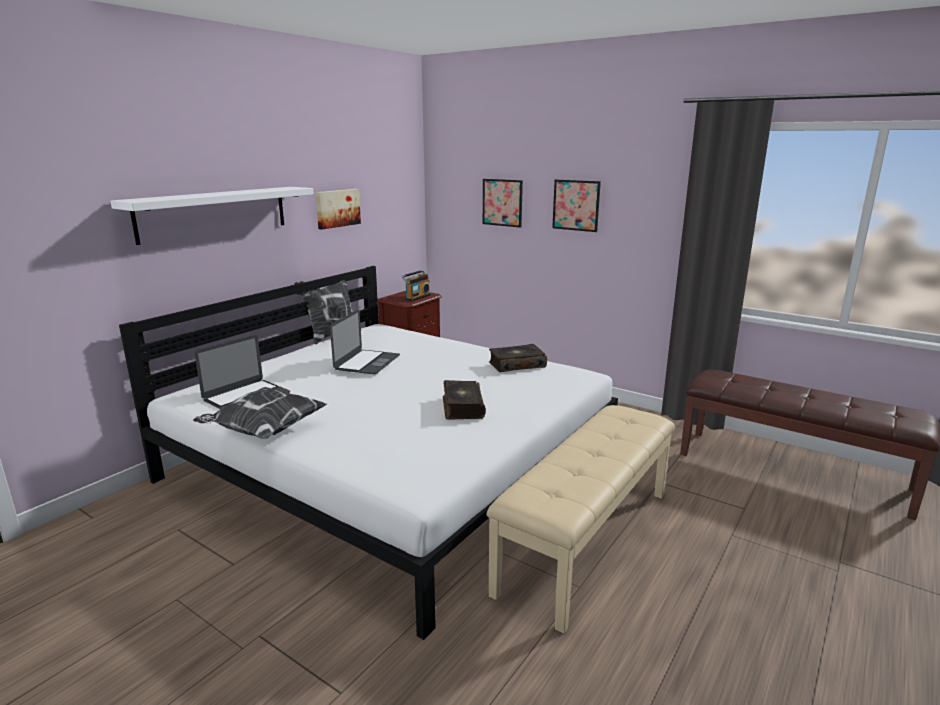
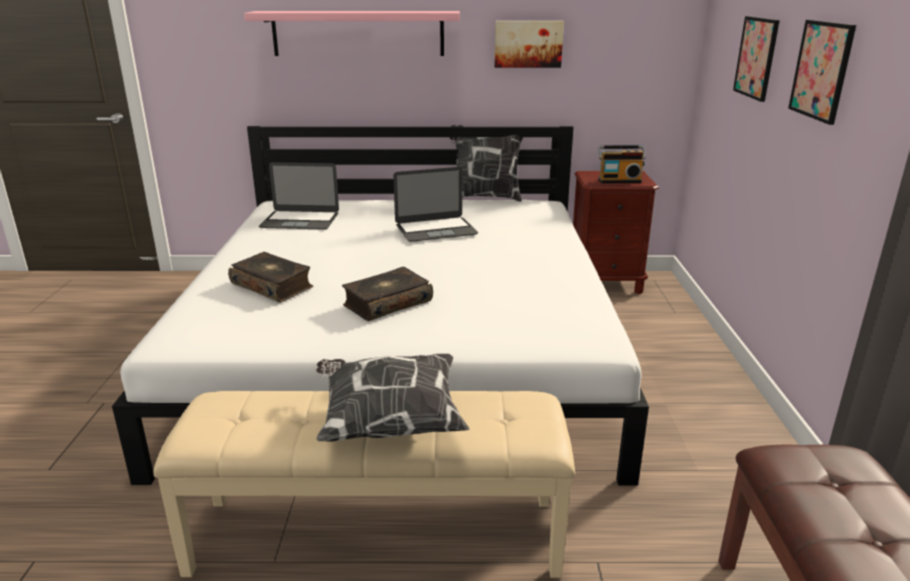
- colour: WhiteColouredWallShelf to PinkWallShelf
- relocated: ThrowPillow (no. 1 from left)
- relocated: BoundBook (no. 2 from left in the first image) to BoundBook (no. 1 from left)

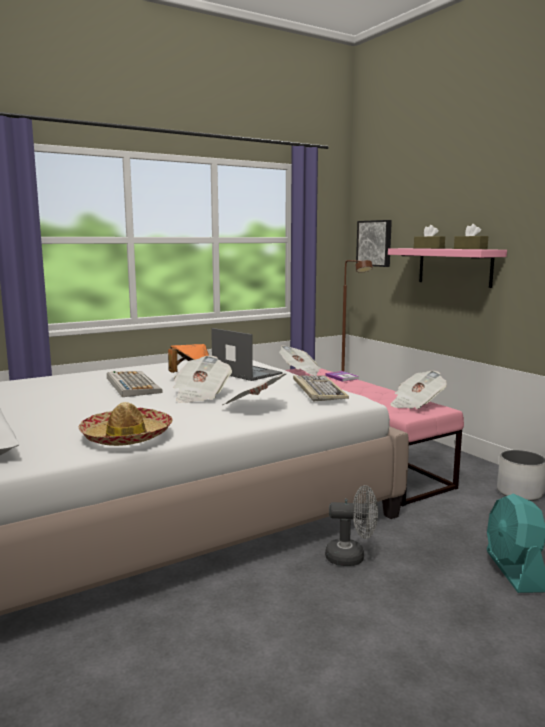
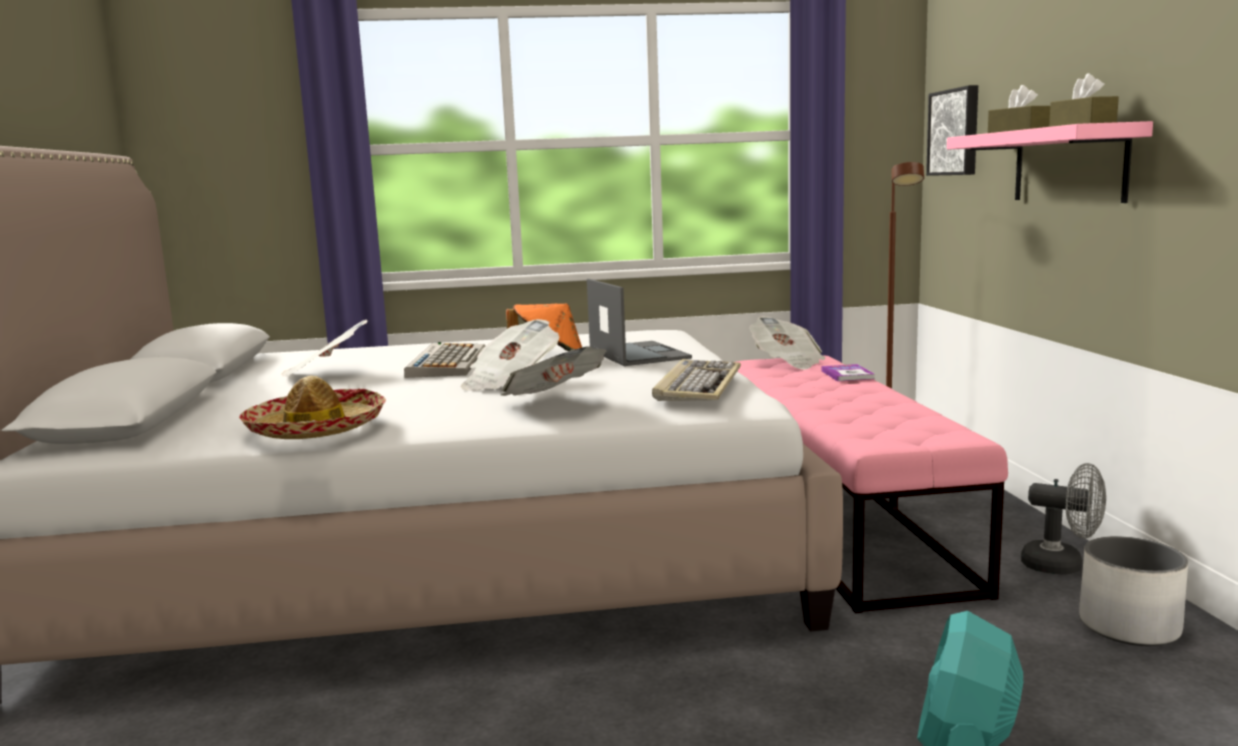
- relocated: GrayCoolingFan
- relocated: Newspaper (no. 4 from left in the first image) to Newspaper (no. 1 from left)

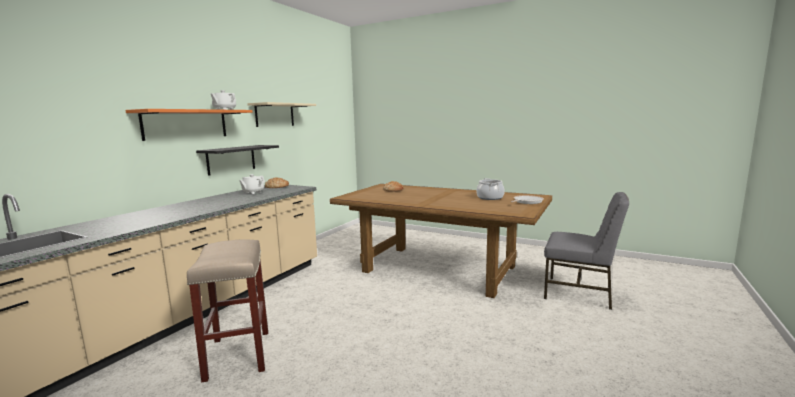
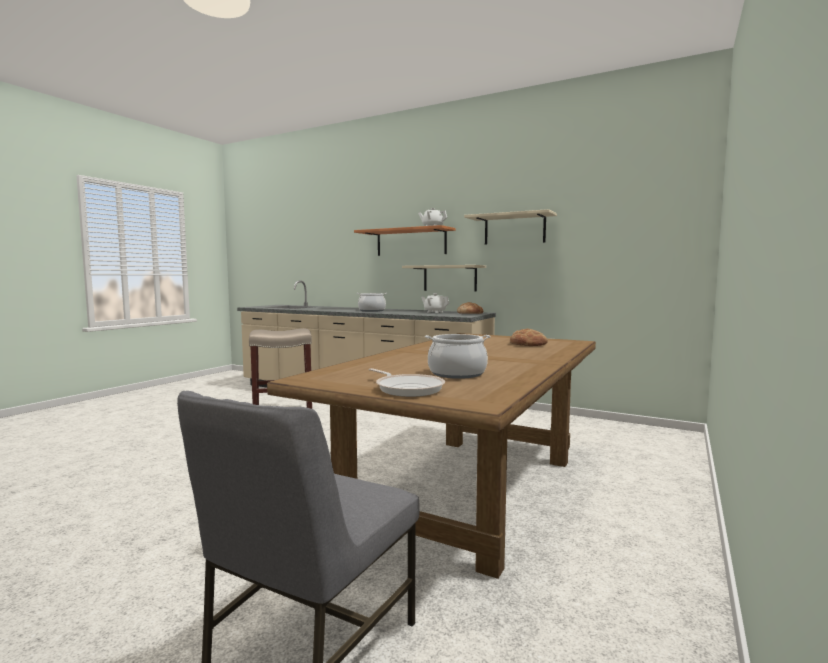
- colour: BlackishWallShelf to BeigeWallShelf (no. 1 from left)
- appeared: Saucepot (no. 1 from left)

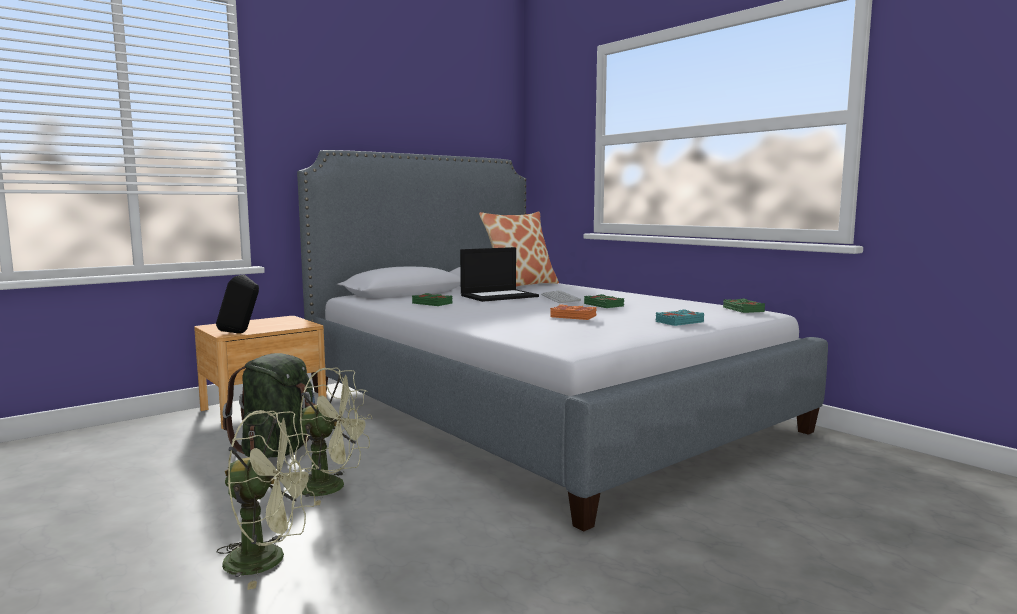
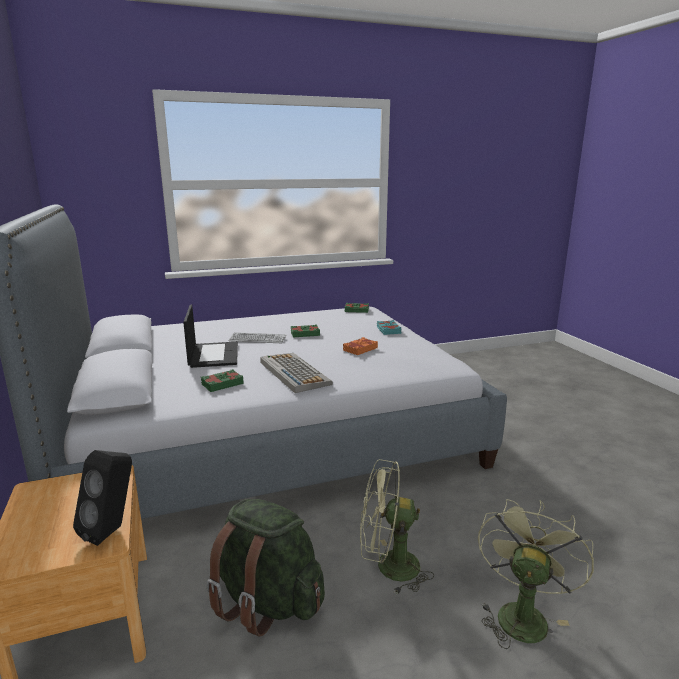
- spun: GreenCoolingFan (no. 2 from left in the first image) 120 degrees counterclockwise
- missing: ThrowPillow
- appeared: Keyboard (no. 2 from left)

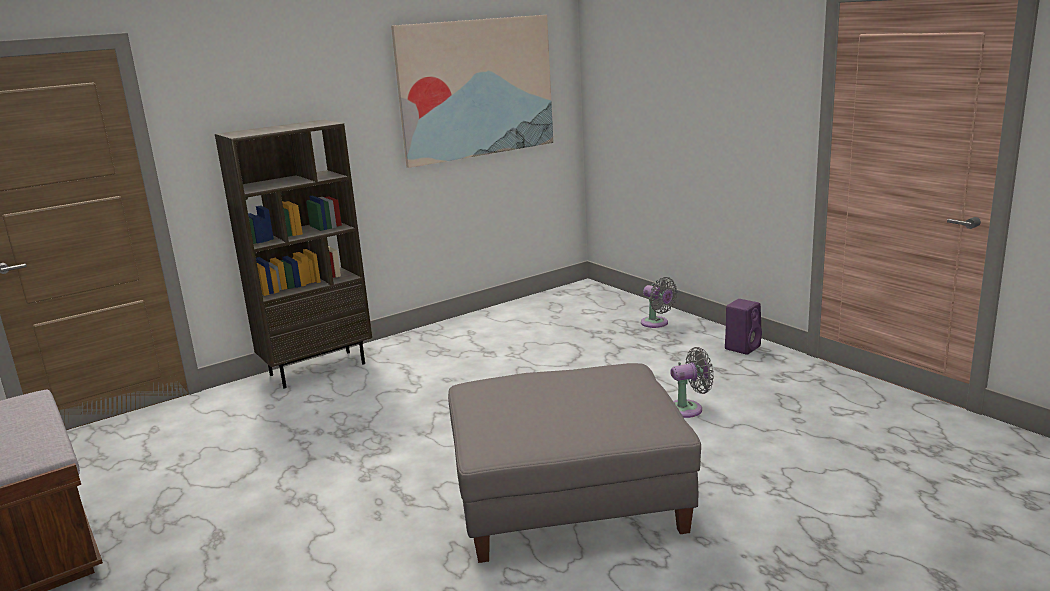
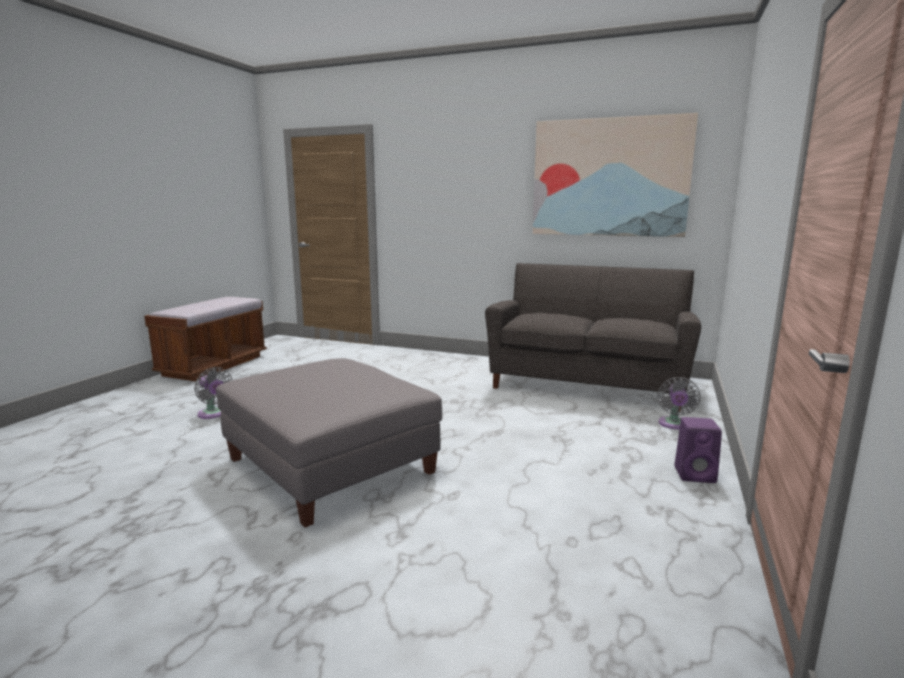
- missing: BrownishShelvingUnit
- relocated: GrayCoolingFan (no. 2 from left in the first image) to GrayCoolingFan (no. 1 from left)
- appeared: GraySettee

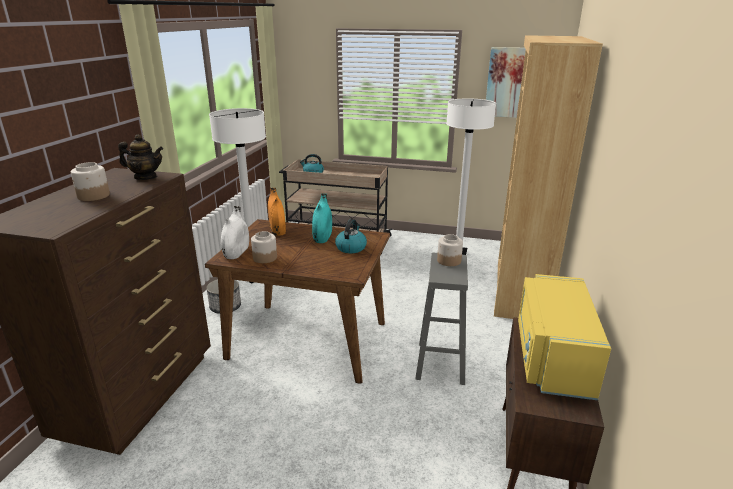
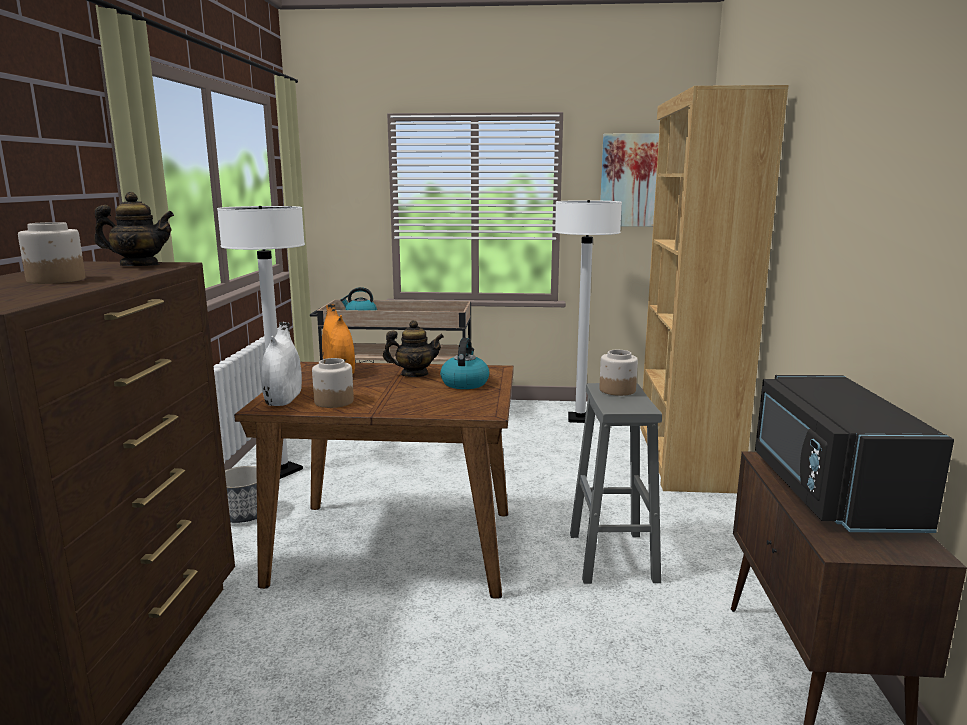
- exchanged: TurquoiseColouredFlowerVase to Teapot (no. 2 from left)
- colour: YellowishMicrowaveOven to BlackishMicrowaveOven

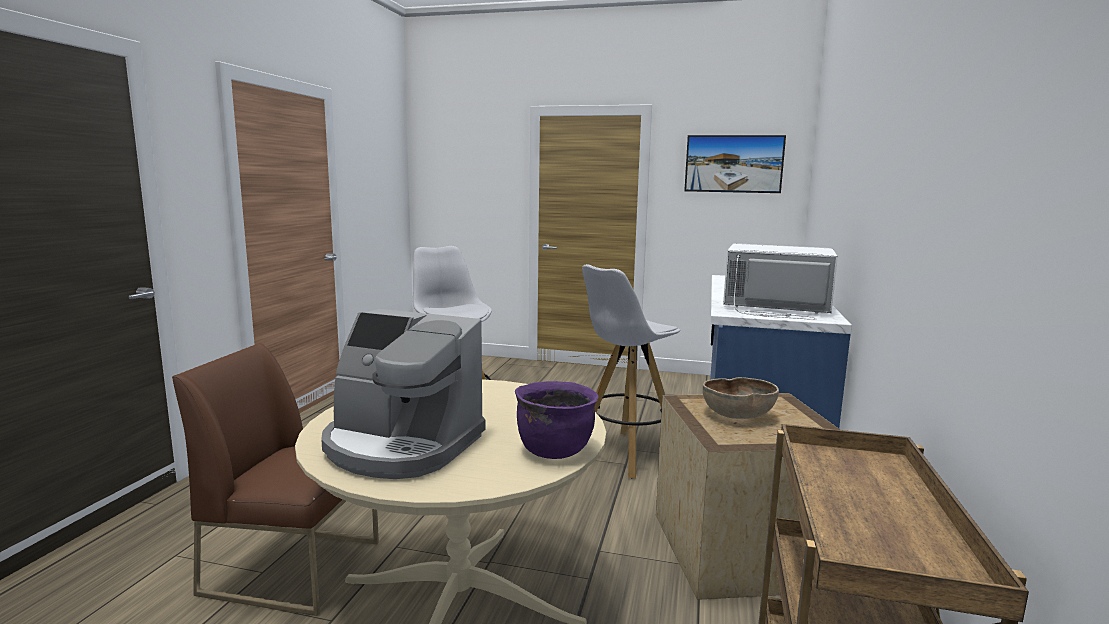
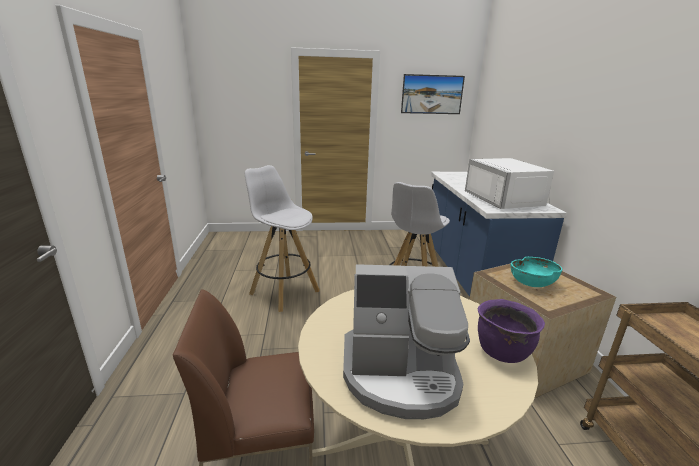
- colour: BrownishDeepDish to TurquoiseColouredDeepDish
- spun: WhiteColouredMicrowaveOven 105 degrees counterclockwise

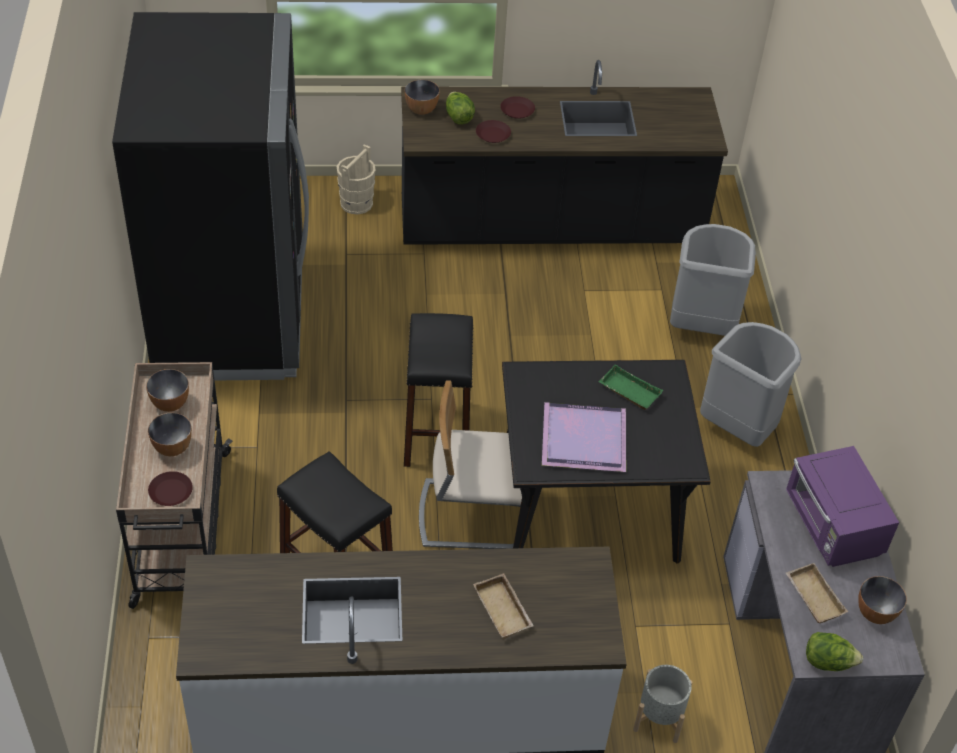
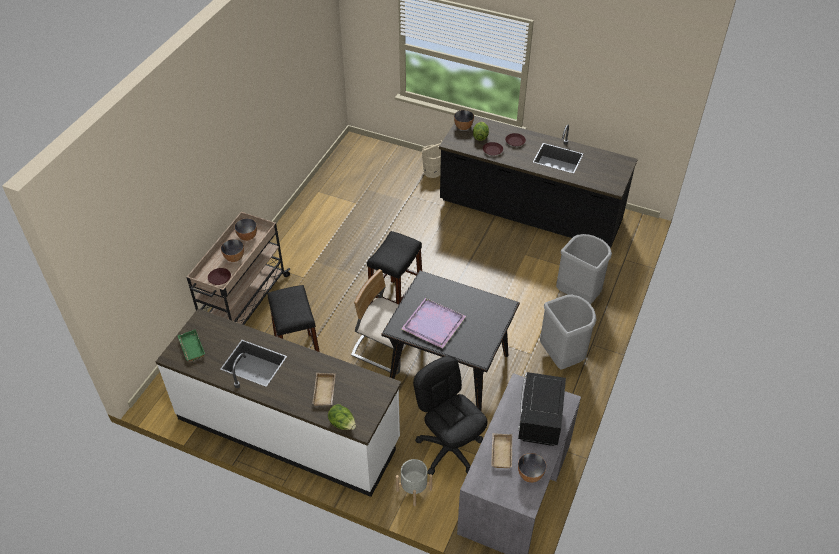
- missing: BlackishFridge
- relocated: GreenCarryingTray
- colour: PurplishMicrowaveOven to BlackishMicrowaveOven
- relocated: LettuceHead (no. 2 from left in the first image) to LettuceHead (no. 1 from left)
- appeared: BlackishDeskChair

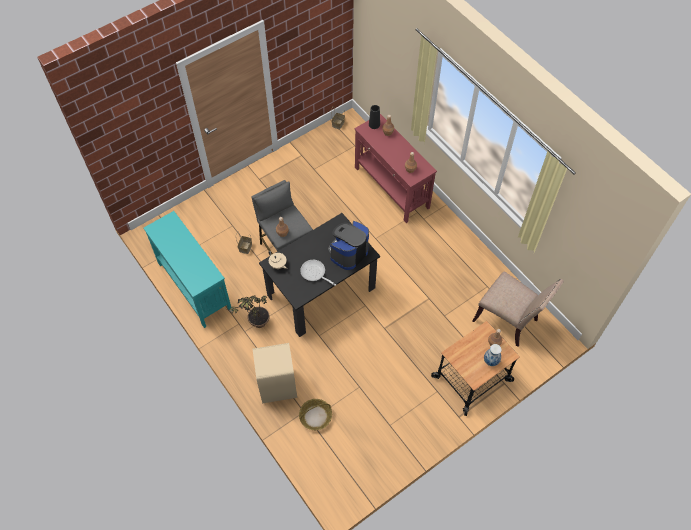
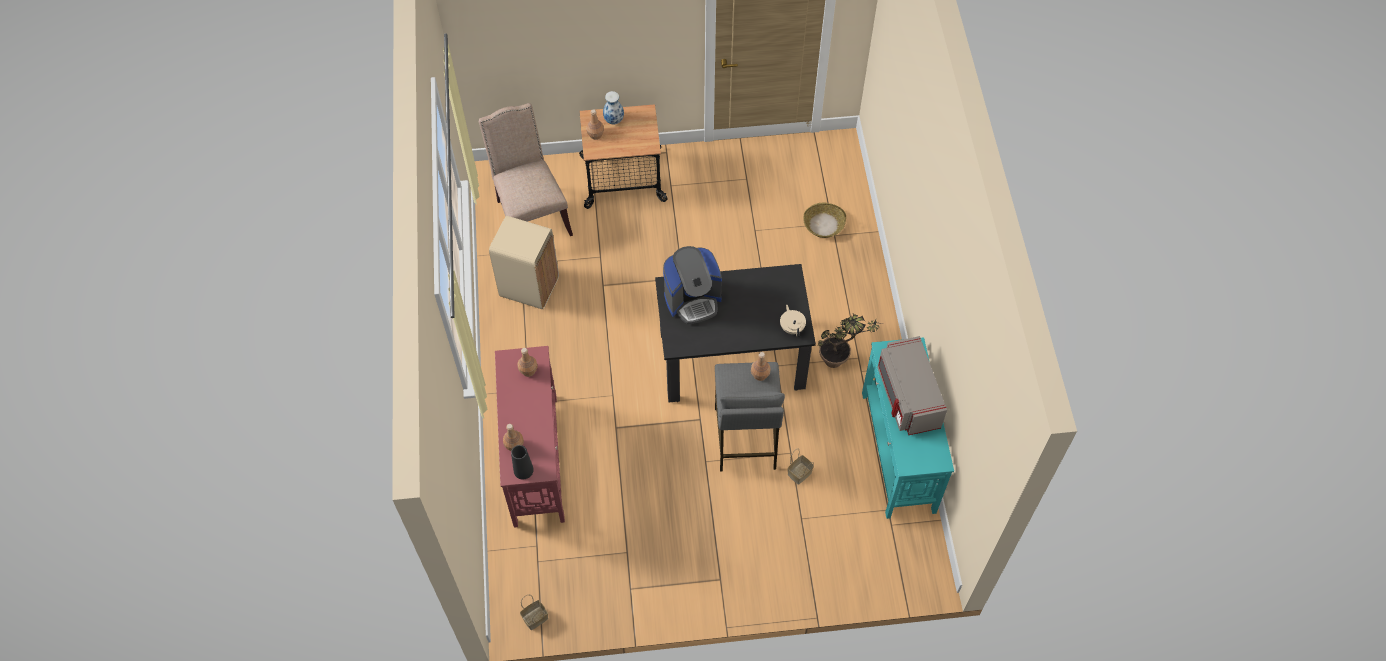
- relocated: BeigeWasteBin
- missing: Pan
- appeared: GrayMicrowaveOven

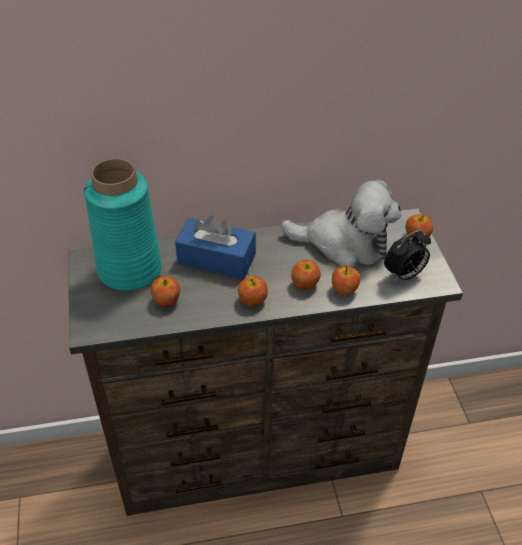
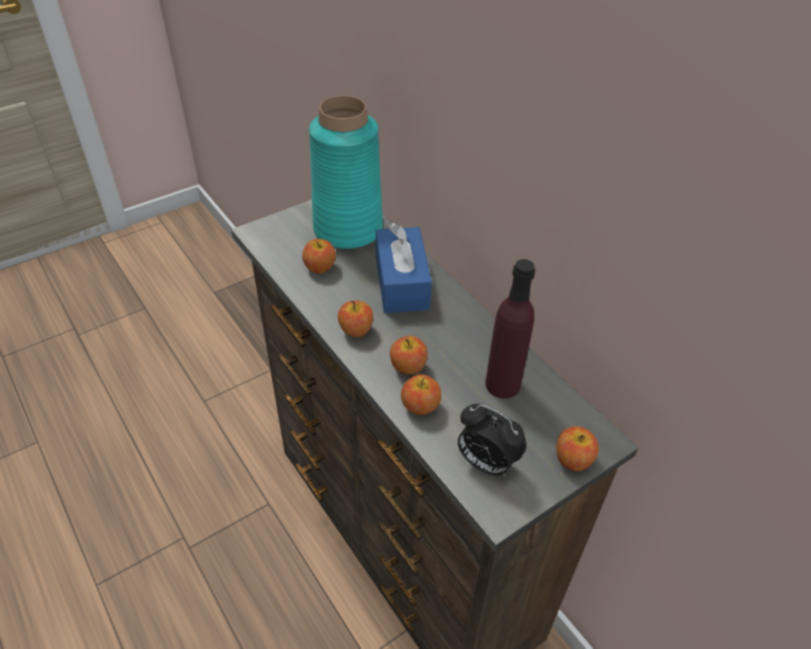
- exchanged: PlushToy to PurplishBeverageBottle

